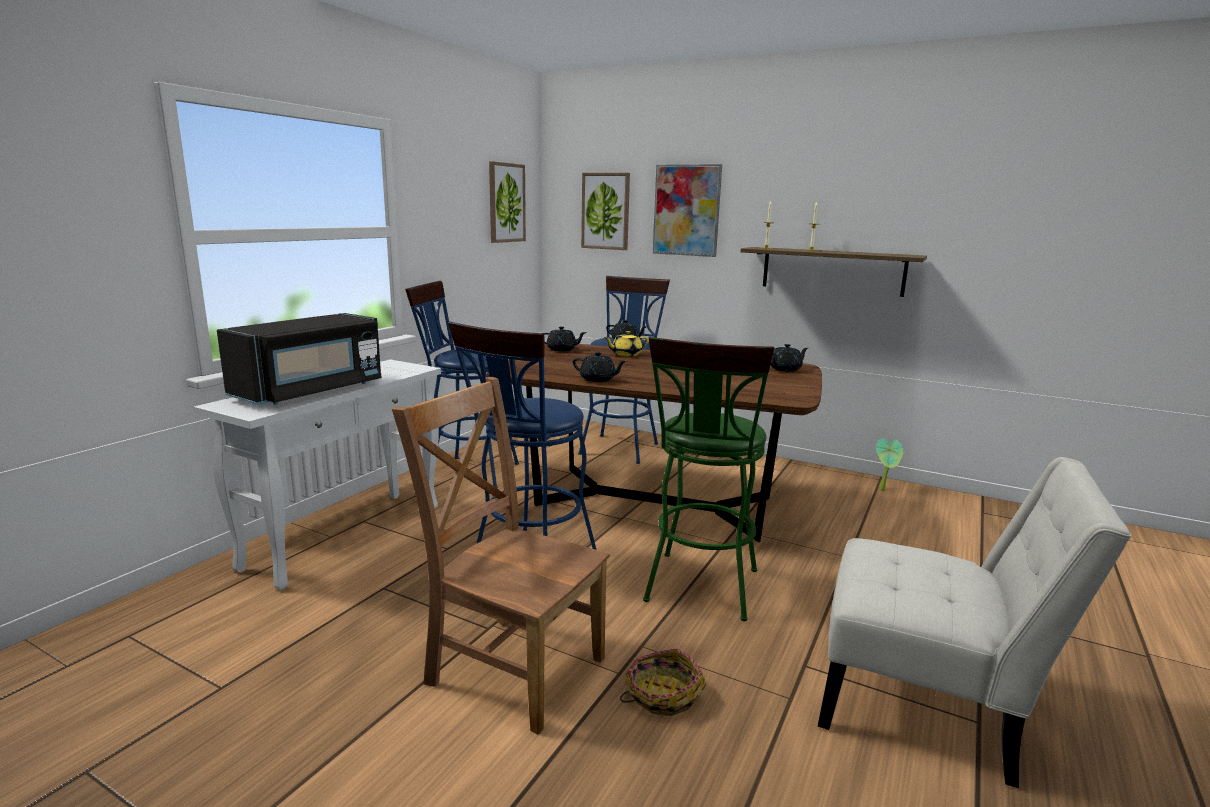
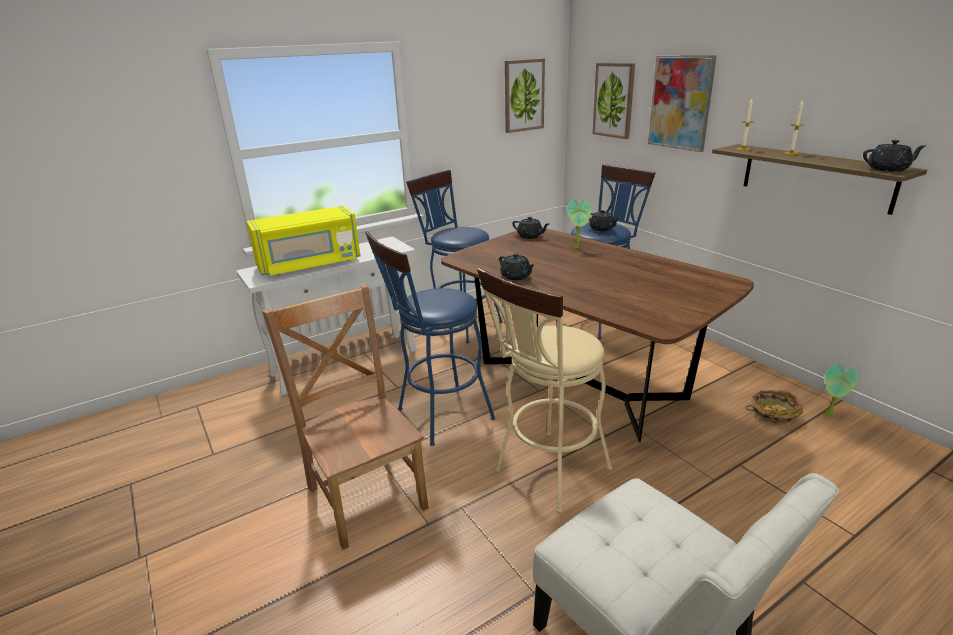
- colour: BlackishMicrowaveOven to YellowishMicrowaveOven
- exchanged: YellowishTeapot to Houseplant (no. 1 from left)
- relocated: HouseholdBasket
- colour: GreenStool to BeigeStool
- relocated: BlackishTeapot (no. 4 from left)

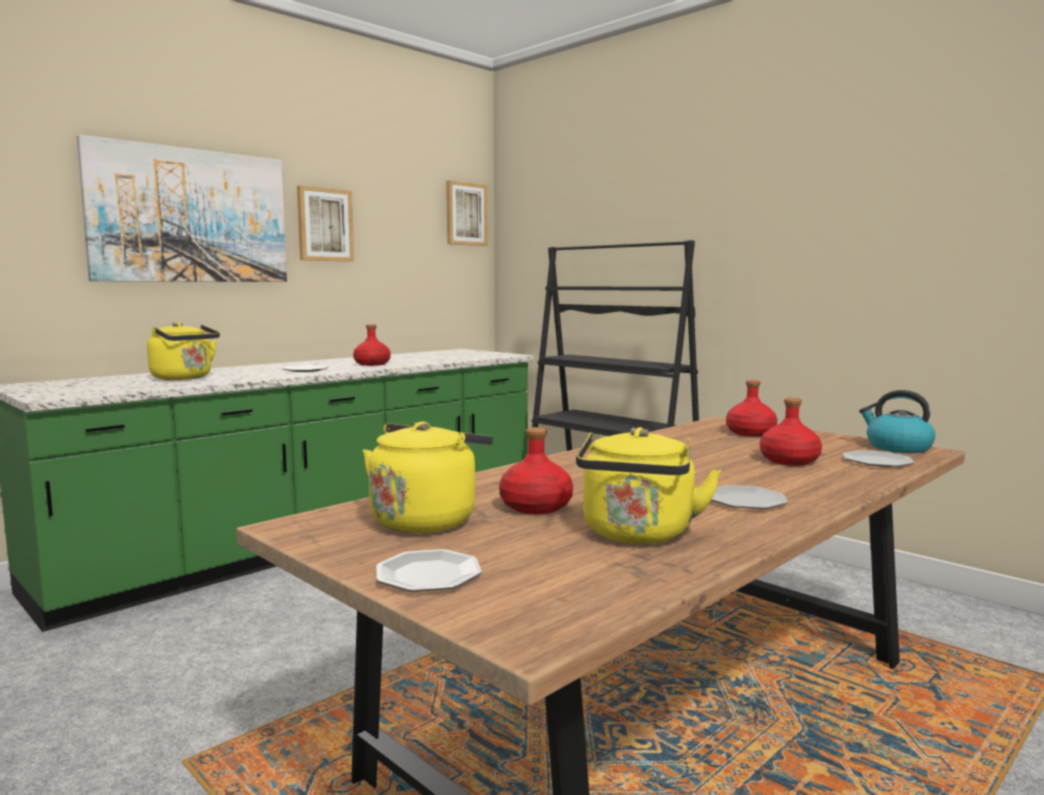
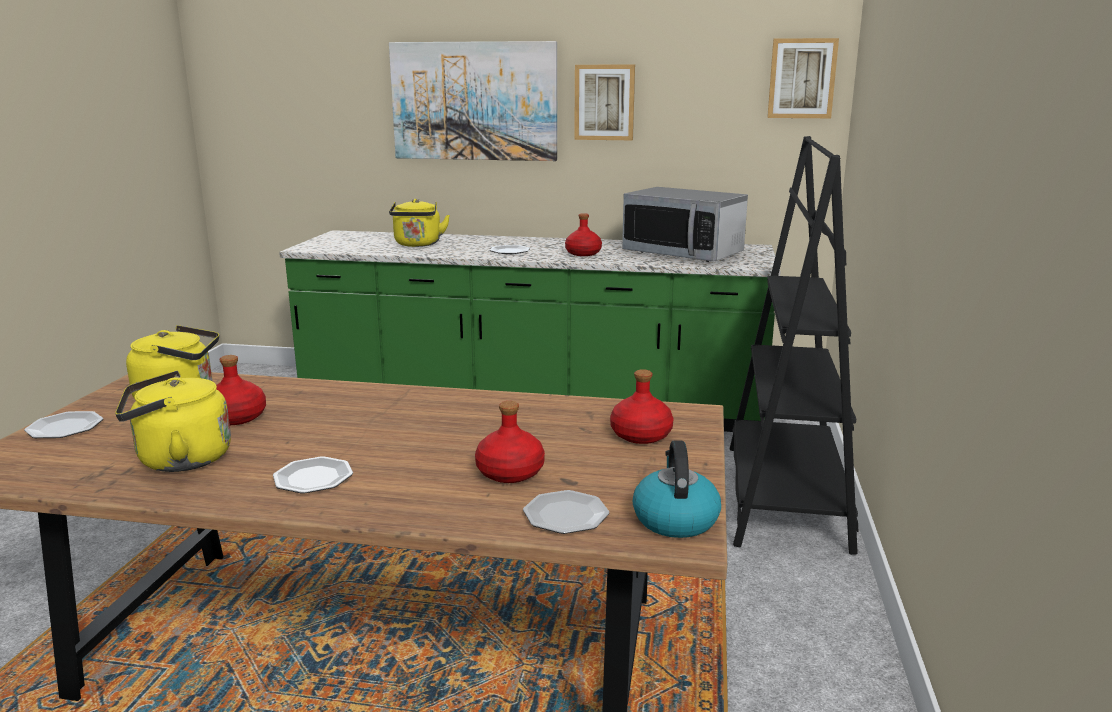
- appeared: MicrowaveOven

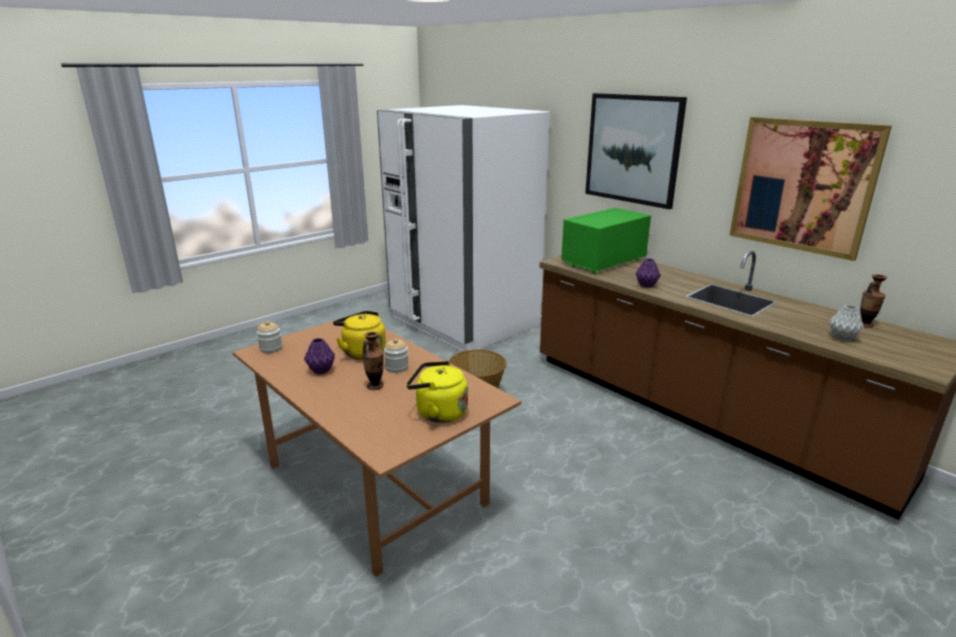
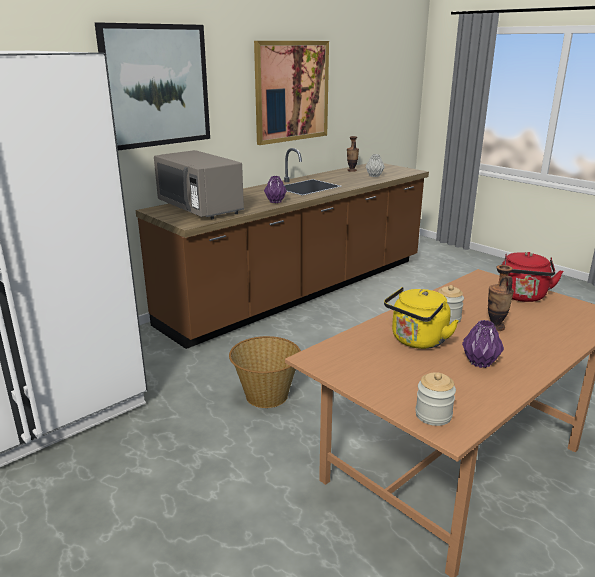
- colour: YellowishTeaKettle (no. 2 from left) to ReddishTeaKettle
- colour: GreenMicrowaveOven to GrayMicrowaveOven

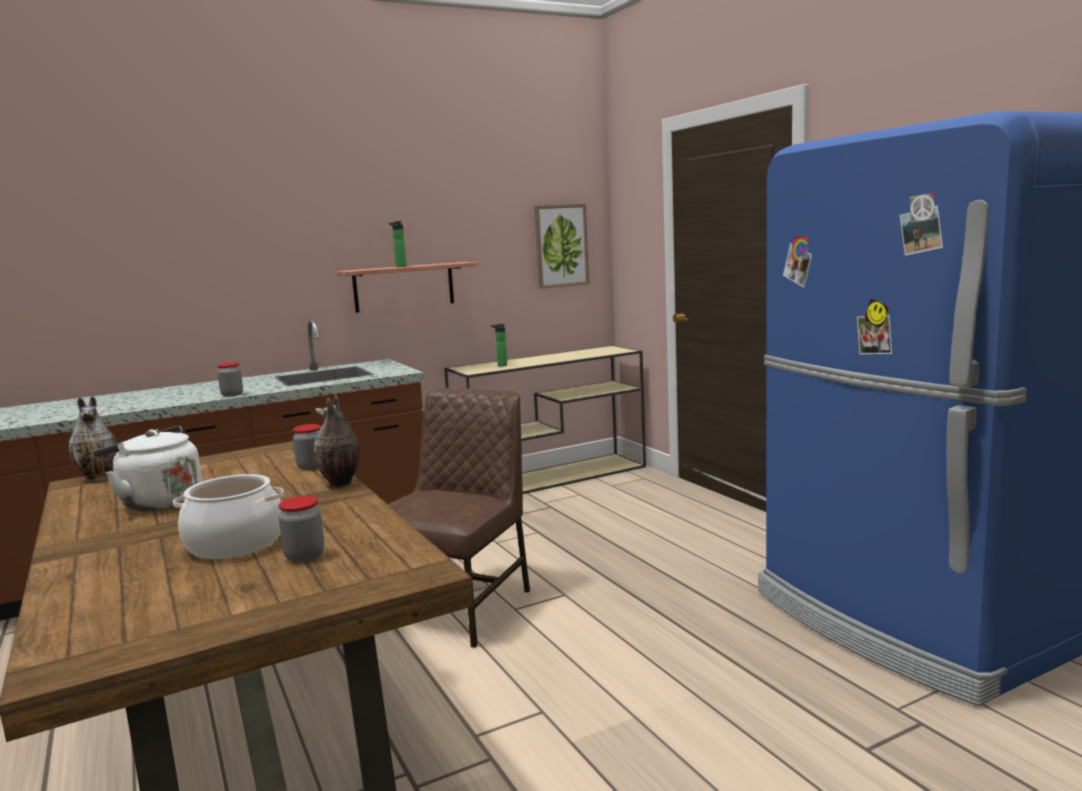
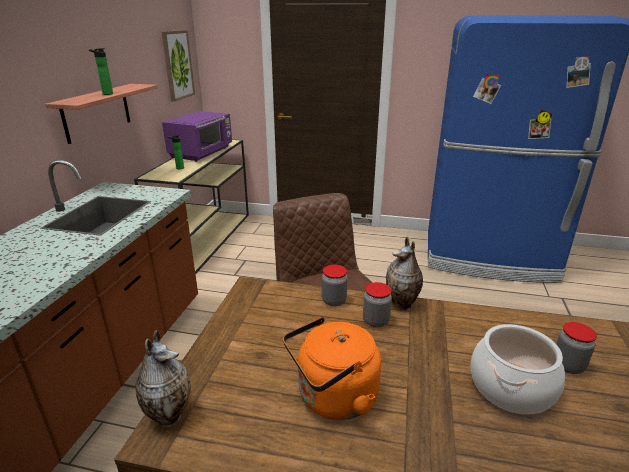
- colour: WhiteColouredTeaKettle to OrangeyTeaKettle
- relocated: StorageJar (no. 1 from left in the first image) to StorageJar (no. 2 from left)
- appeared: PurplishMicrowaveOven

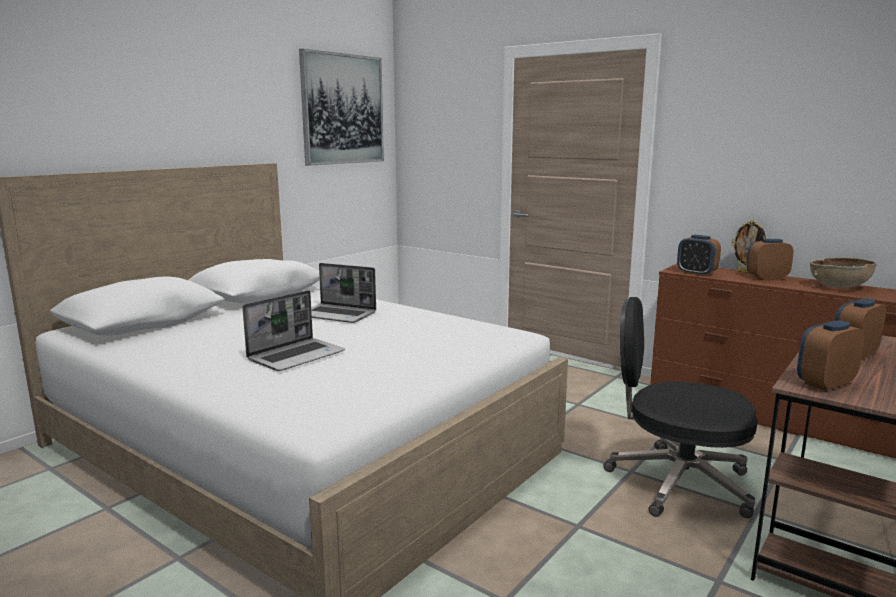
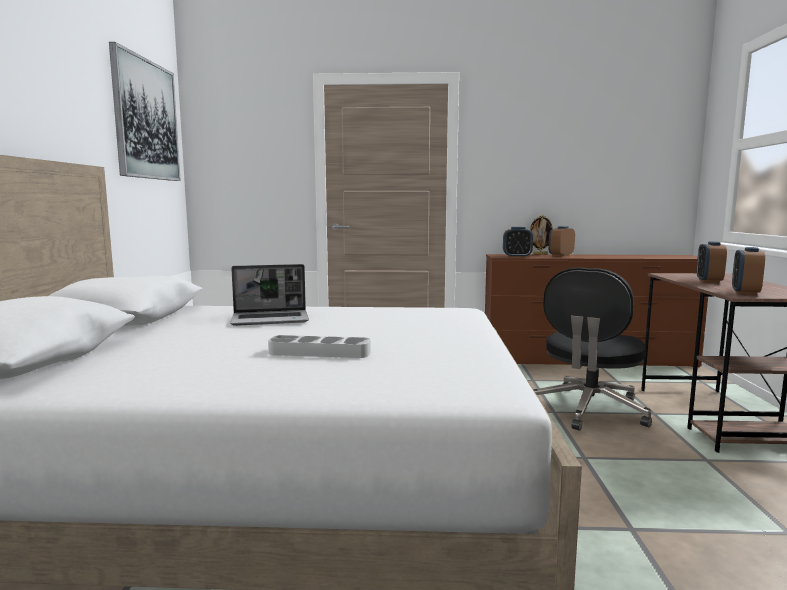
- exchanged: Laptop (no. 1 from left) to GrayCarryingTray
- spun: BlackishDeskChair 45 degrees counterclockwise
- missing: BrownishDeepDish

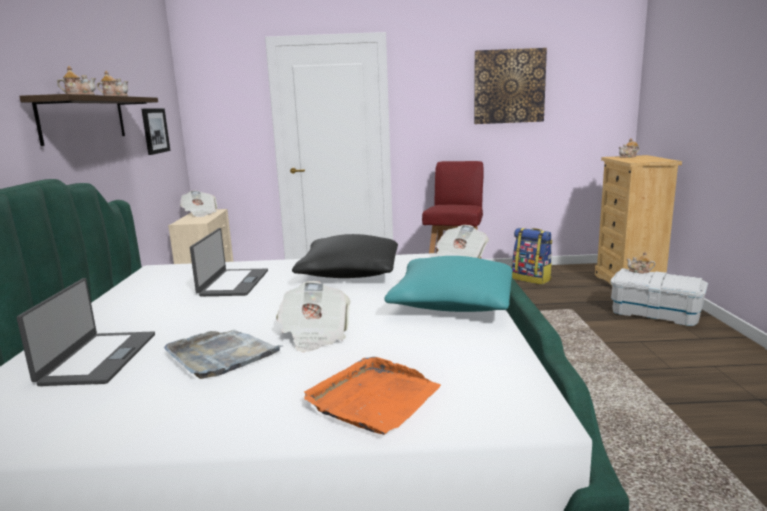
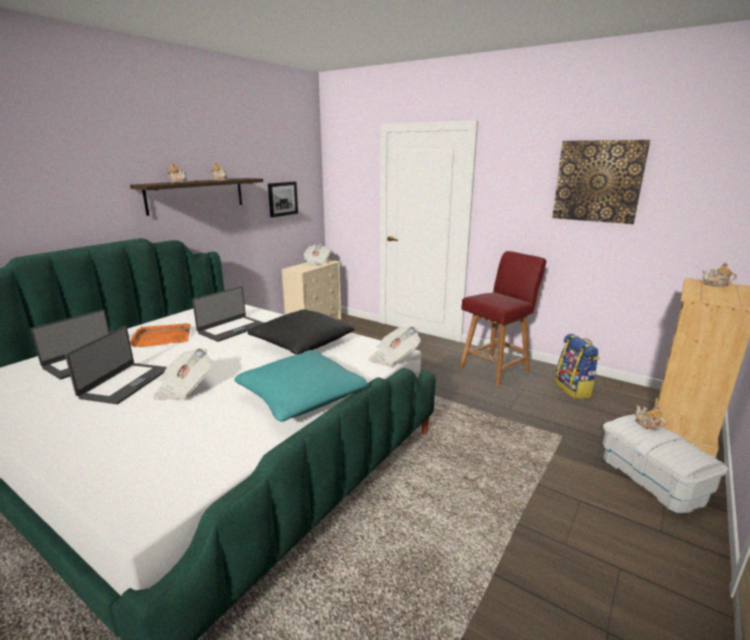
- exchanged: GrayCarryingTray to Laptop (no. 2 from left)
- relocated: OrangeyCarryingTray

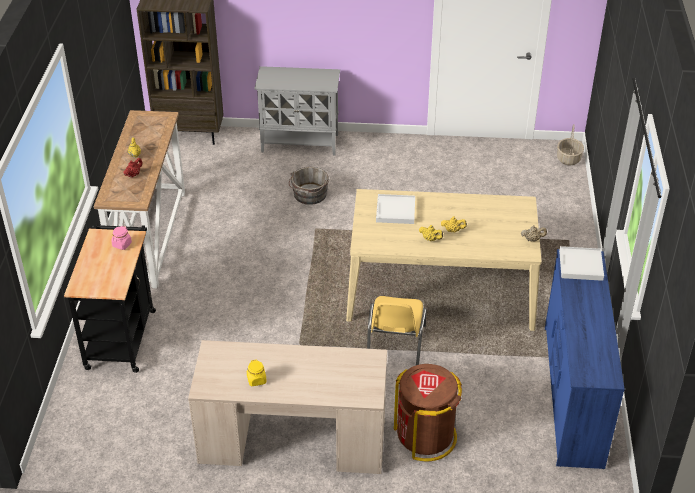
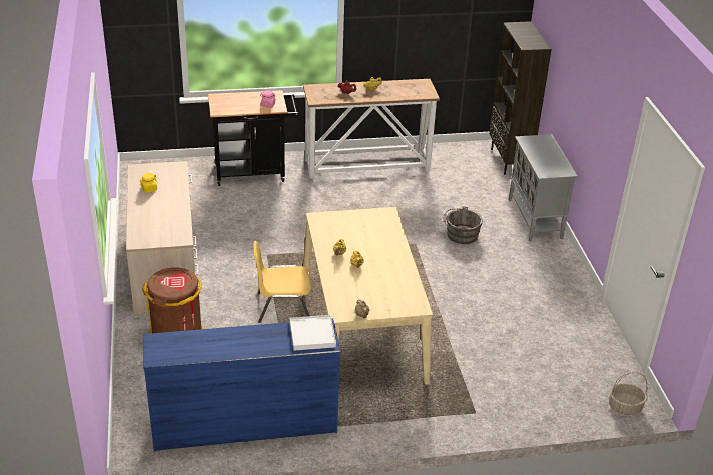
- missing: WhiteColouredCarryingTray (no. 1 from left)

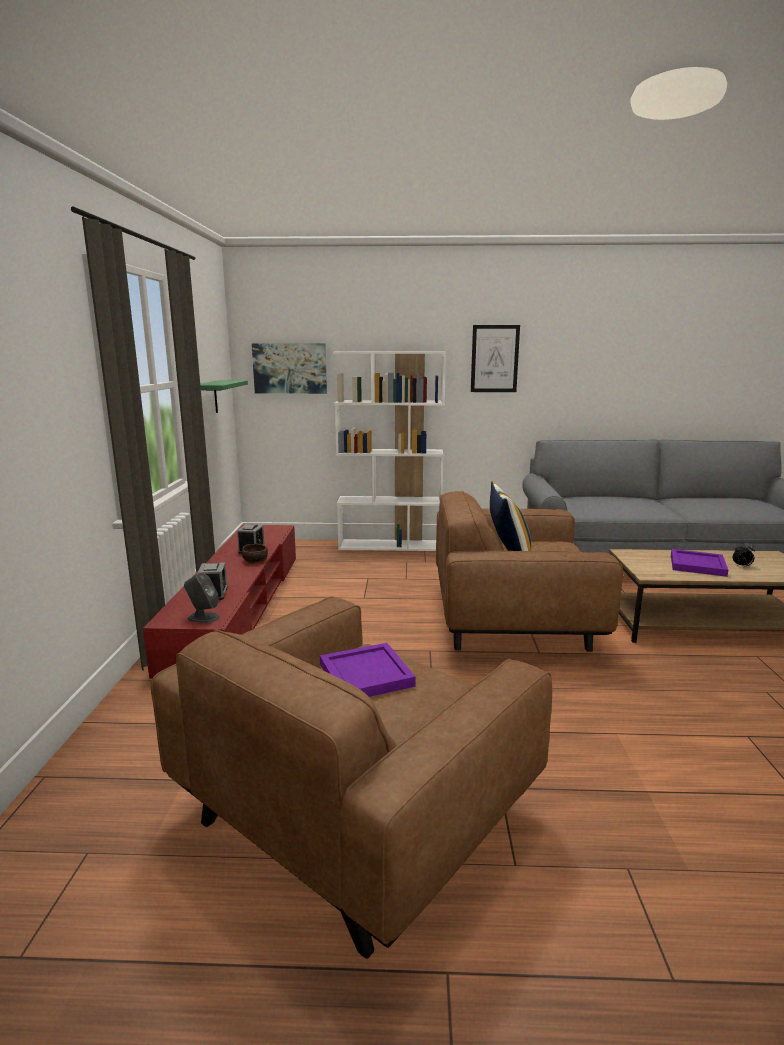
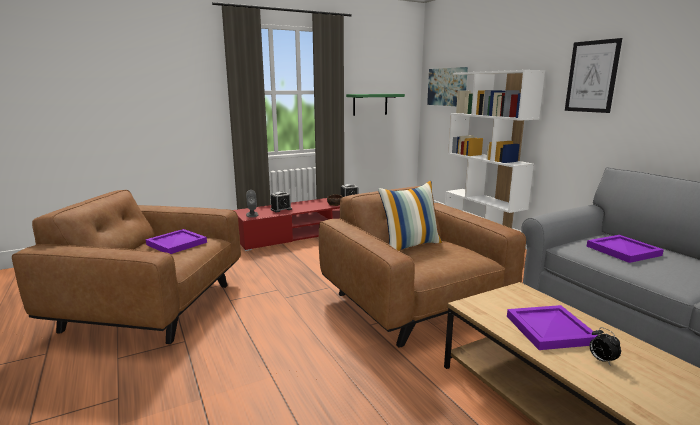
- appeared: PurplishCarryingTray (no. 3 from left)

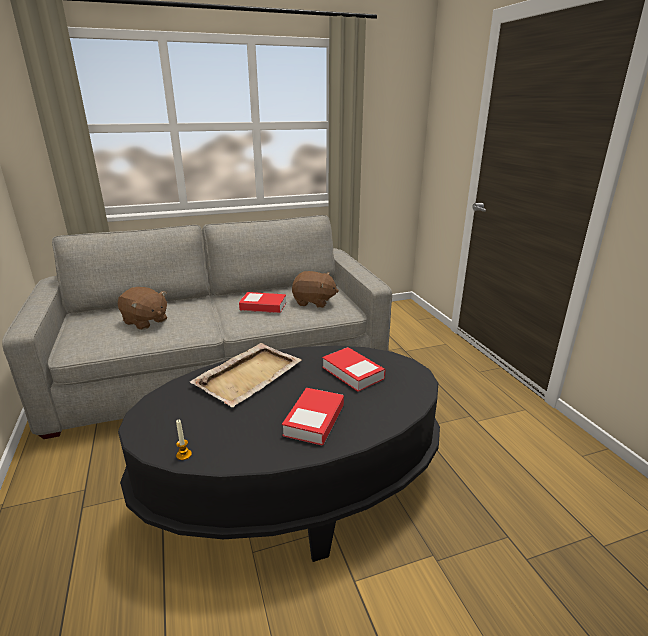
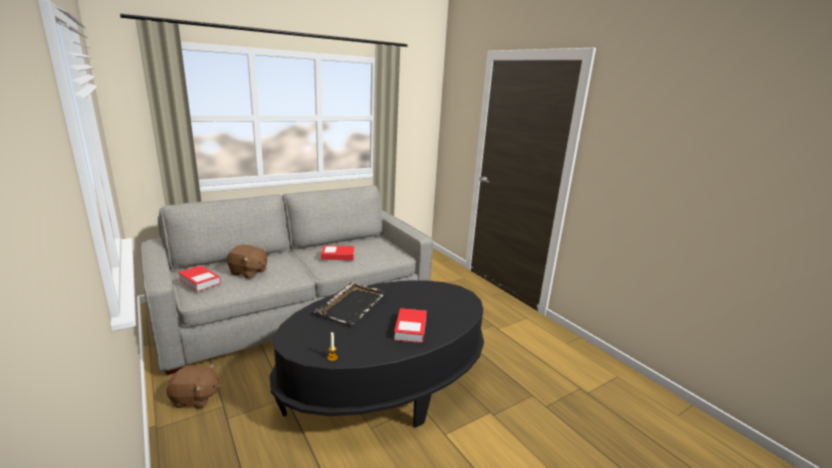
- colour: BeigeCarryingTray to BlackishCarryingTray
- relocated: BrownishPlushToy (no. 2 from left in the first image) to BrownishPlushToy (no. 1 from left)
- relocated: BoundBook (no. 3 from left in the first image) to BoundBook (no. 1 from left)

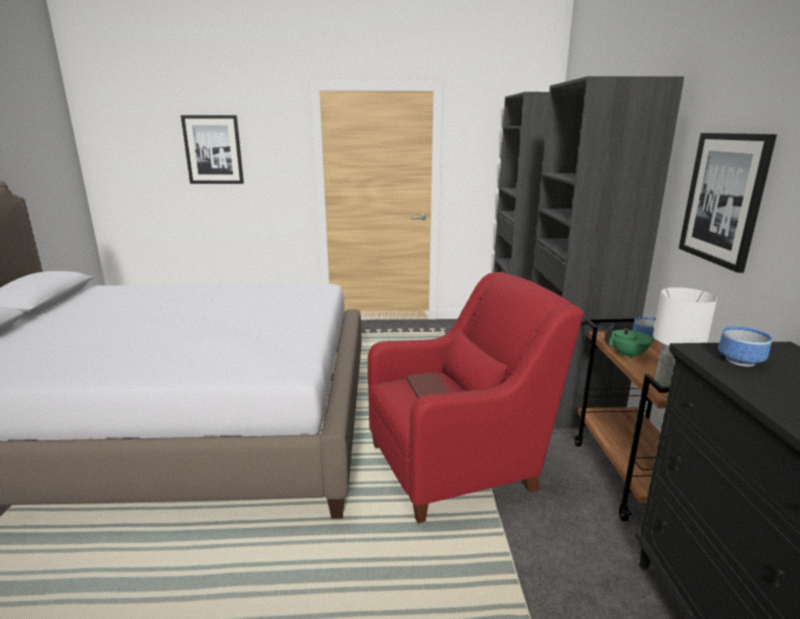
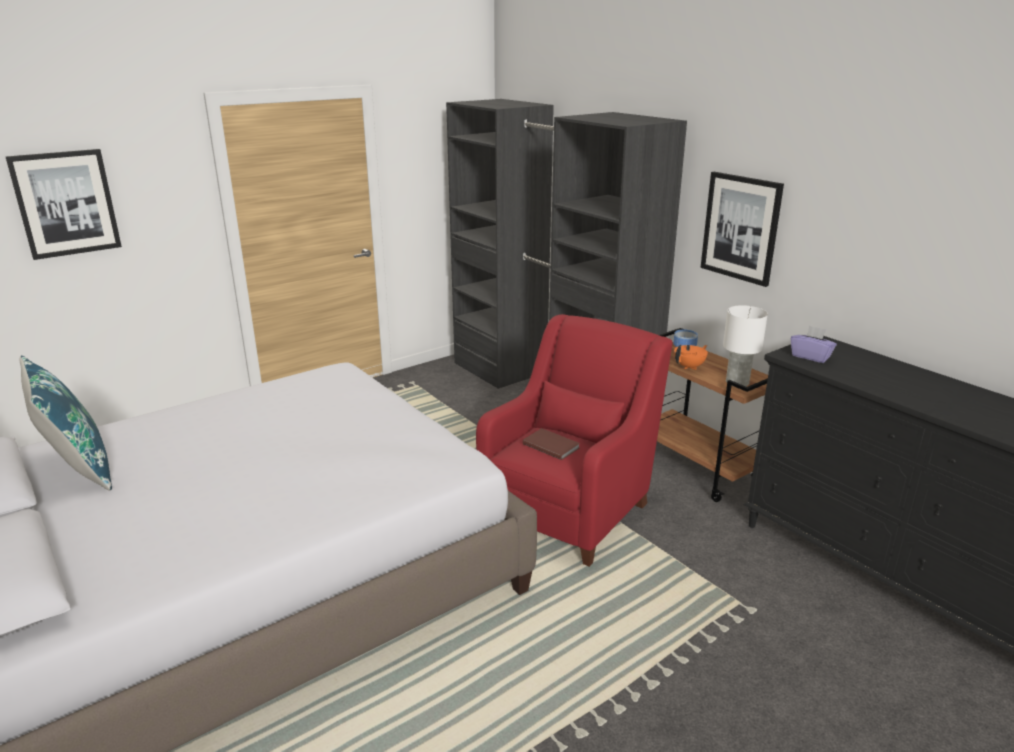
- colour: GreenTeapot to OrangeyTeapot
- exchanged: DeepDish (no. 2 from left) to PurplishTissueBox
- appeared: BluishThrowPillow

